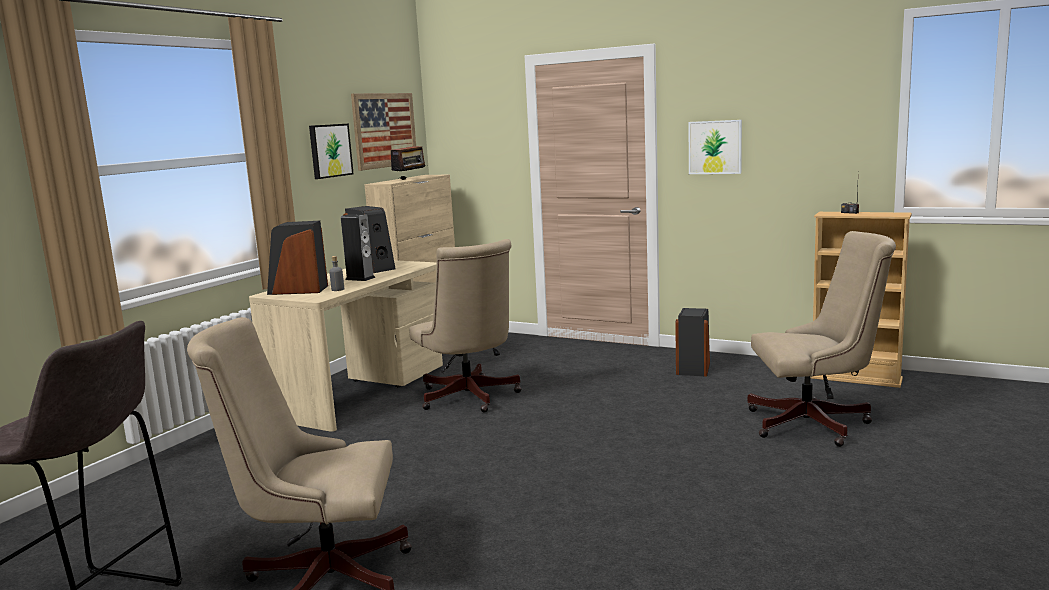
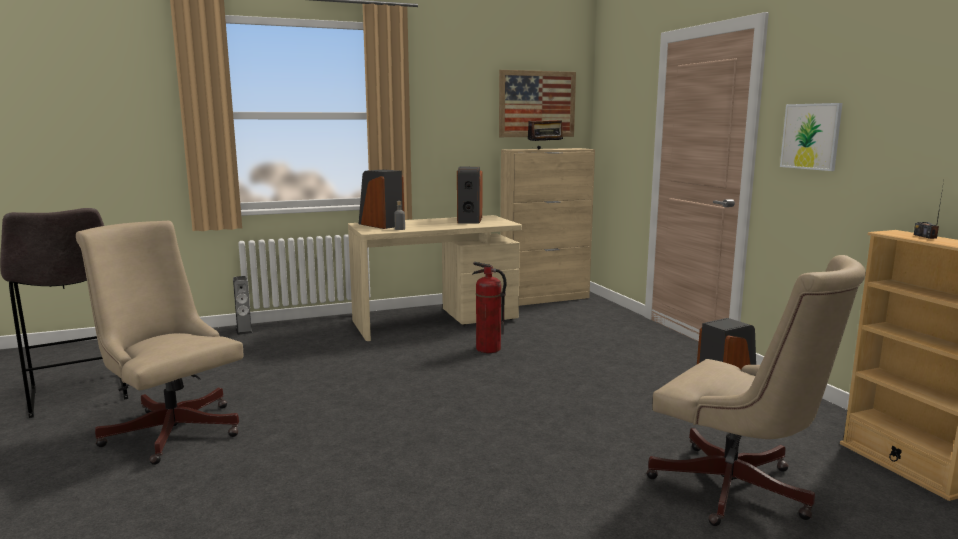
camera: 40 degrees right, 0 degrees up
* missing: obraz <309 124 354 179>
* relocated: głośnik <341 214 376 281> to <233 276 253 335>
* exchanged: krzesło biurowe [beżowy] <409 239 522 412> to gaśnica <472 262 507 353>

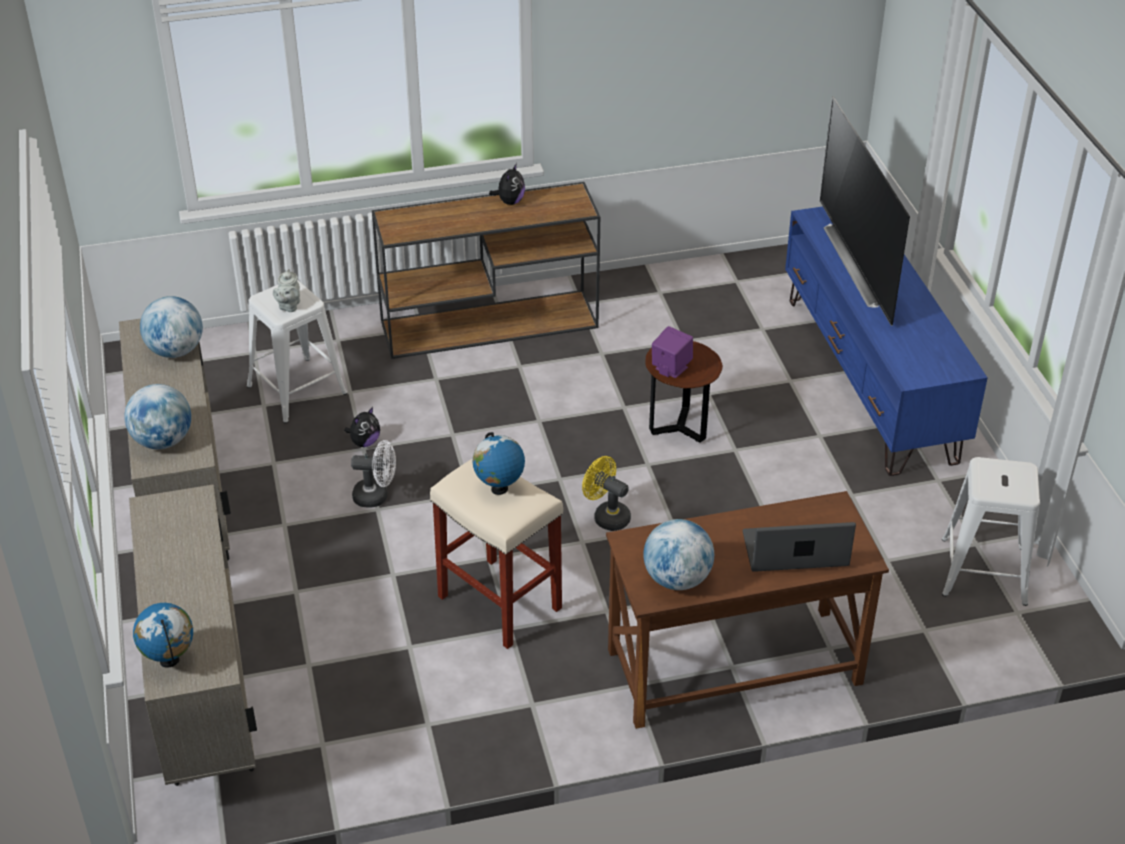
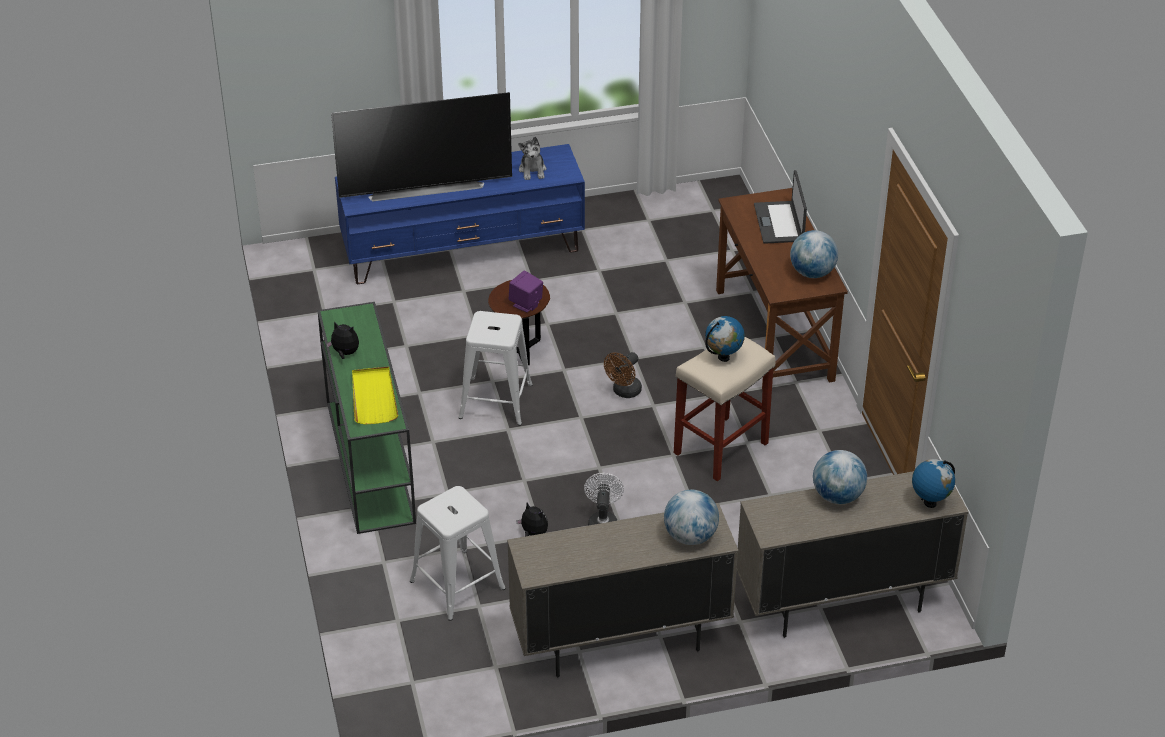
camera: 90 degrees left, 0 degrees up
* relocated: globus <140 296 203 358> to <813 450 867 504>
* missing: imbryk [szary] <273 269 300 312>
* colour: stolik konsolowy [brązowy] <372 182 600 359> to stolik konsolowy [zielony] <318 302 416 534>
* colour: wentylator [żółty] <582 456 631 531> to wentylator [brązowy] <604 352 642 398>
* relocated: stołek [biały] <942 457 1040 606> to <459 311 532 426>
* appeared: taca [żółty] <352 366 398 425>
* appeared: pluszak <518 137 547 180>

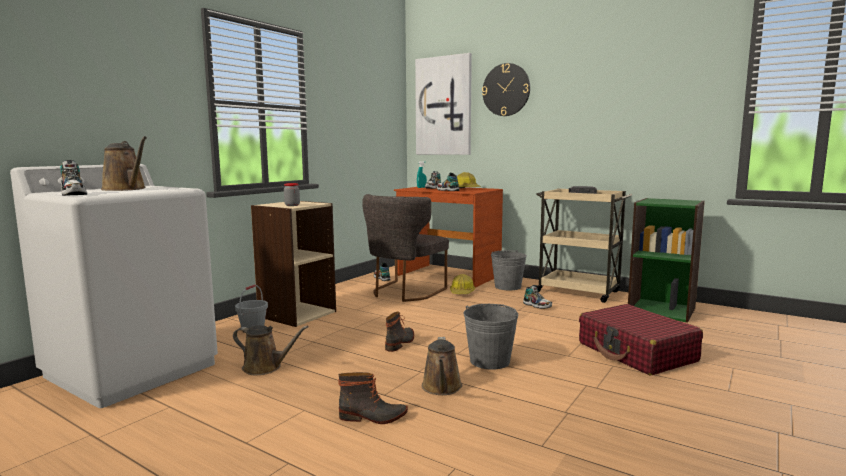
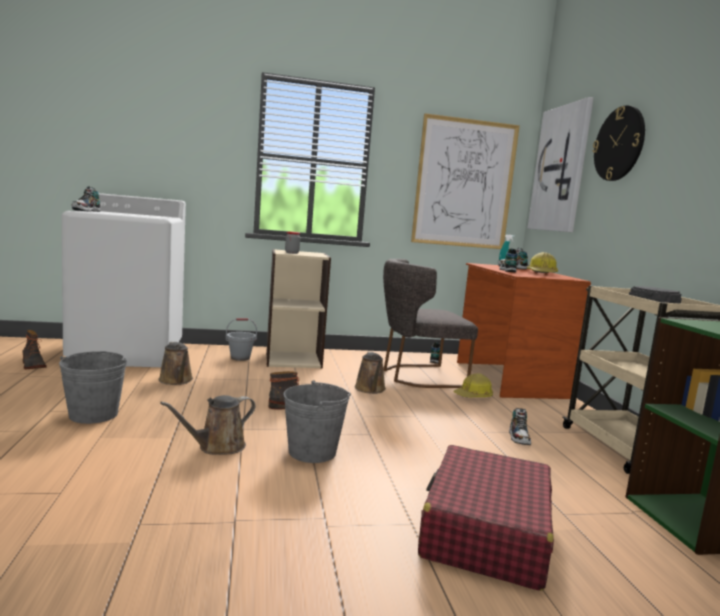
camera: 45 degrees right, 0 degrees up
* relocated: konewka [brązowy] <101 136 147 191> to <355 352 386 394>
* relocated: but z cholewką <338 372 408 424> to <22 330 47 369>
* relocated: wiadro [szary] <491 250 527 290> to <59 351 127 424>
* appeared: obraz <411 113 520 249>

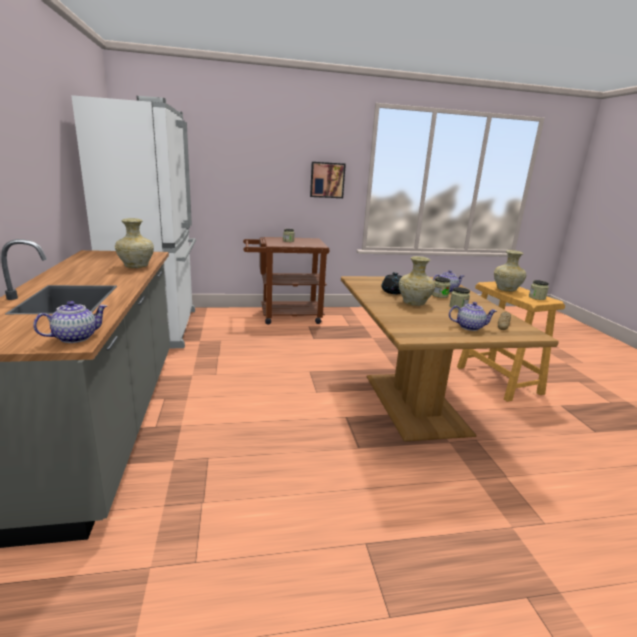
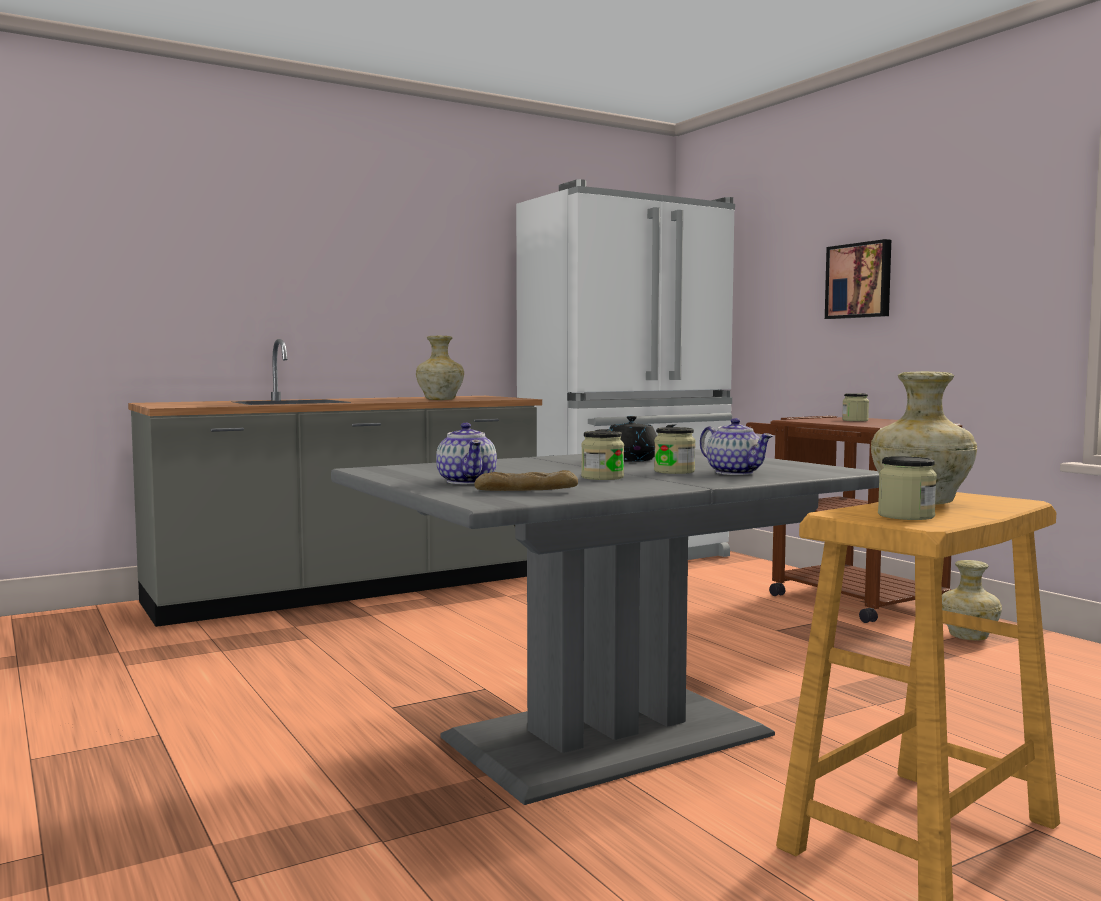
camera: 70 degrees right, 15 degrees down
* missing: imbryk <33 301 107 343>
* relocated: obraz <310 162 346 198> to <825 239 891 319>
* colour: stół jadalny [brązowy] <341 276 559 442> to stół jadalny [szary] <331 449 879 805>
* relocated: wazon [beżowy] <399 256 435 306> to <942 560 1002 641>

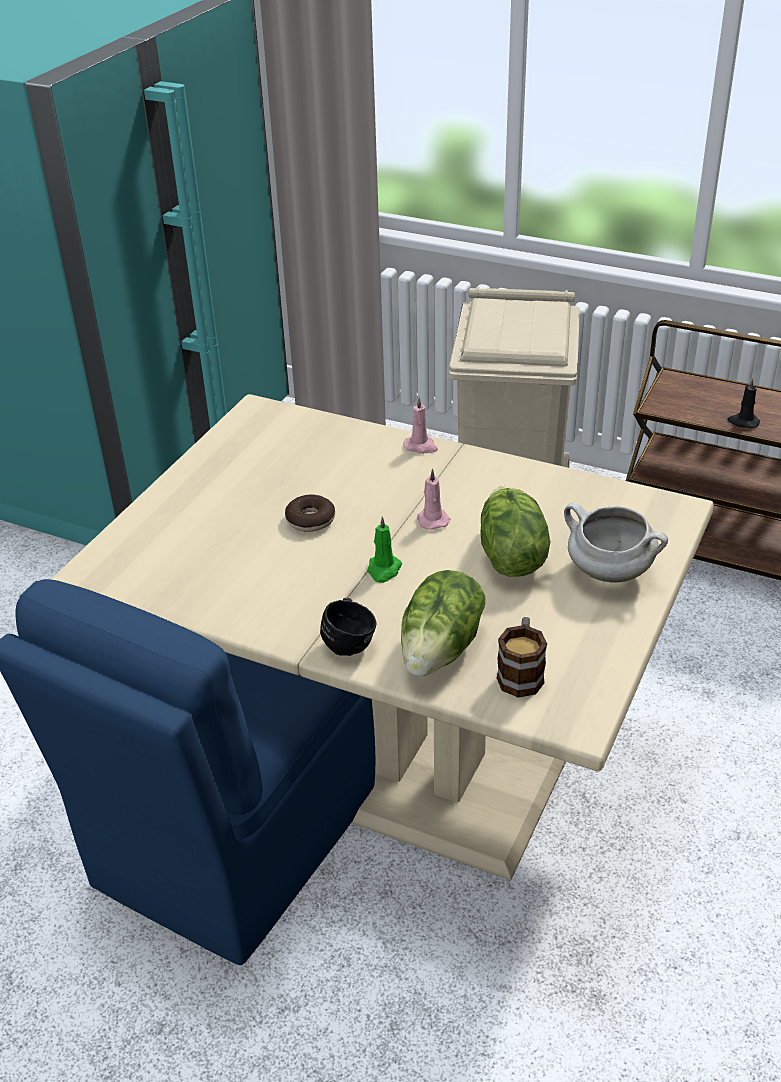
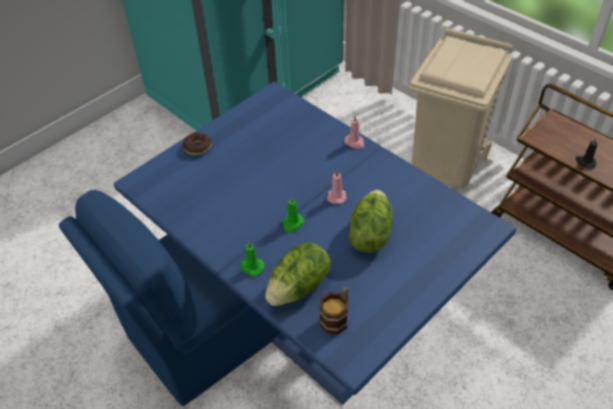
camera: 20 degrees right, 10 degrees up
* colour: stół jadalny [beżowy] <51 394 714 881> to stół jadalny [niebieski] <114 82 516 405>
* relocated: donut <285 494 335 532> to <182 132 212 155>
* exchanged: kubek [czarny] <320 598 376 656> to świeca [zielony] <240 242 265 276>
* missing: garnek [biały] <564 502 668 583>

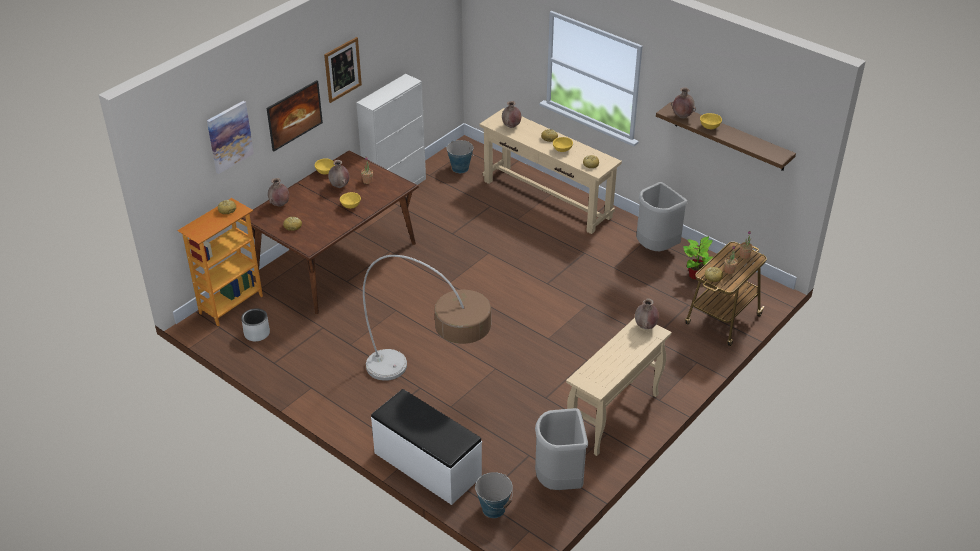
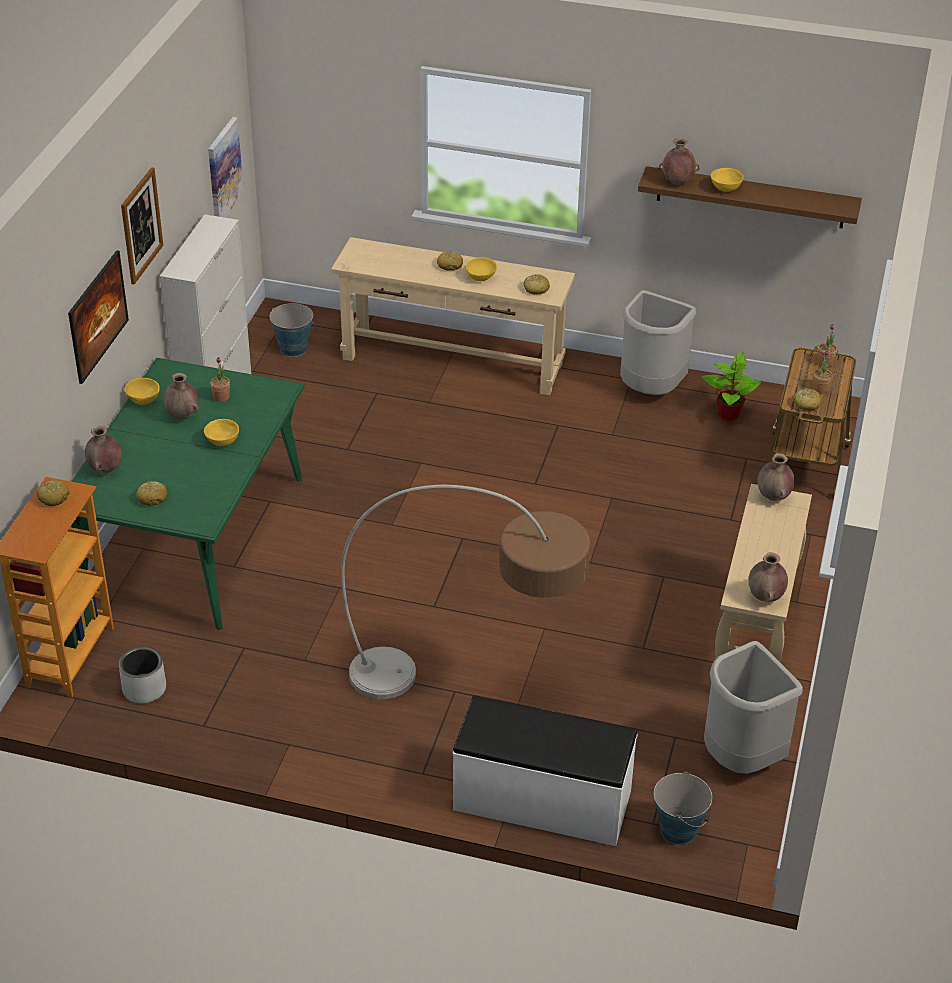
camera: 25 degrees left, 0 degrees up
* relocated: obraz <207 101 254 174> to <208 117 244 218>
* colour: stół jadalny [brązowy] <242 150 418 314> to stół jadalny [zielony] <71 358 304 630>
* relocated: wazon [brązowy] <502 101 521 128> to <749 552 788 602>

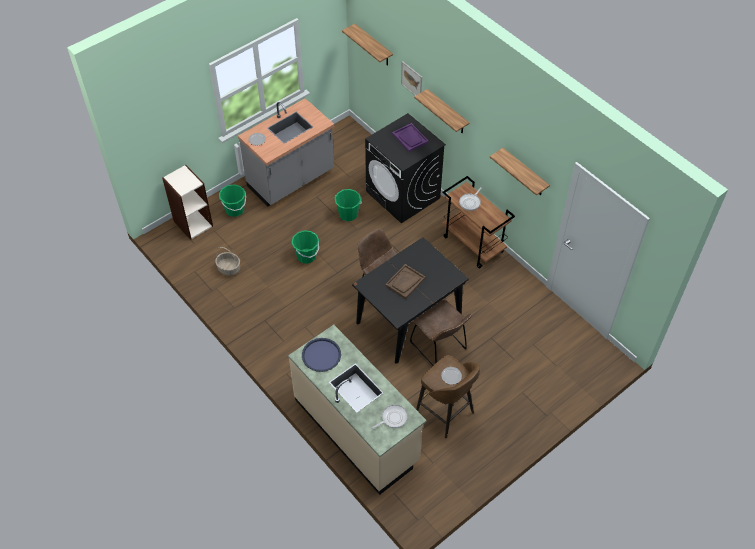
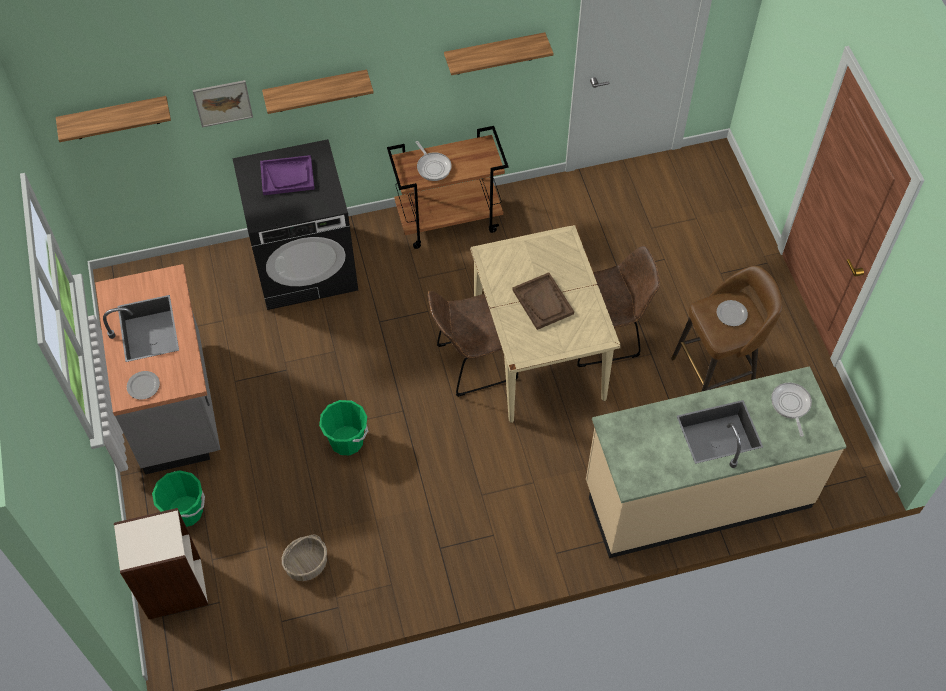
camera: 65 degrees left, 5 degrees up
* missing: taca [niebieski] <302 338 341 372>
* missing: wiadro [zielony] <335 189 362 221>
* colour: stół jadalny [czarny] <352 237 469 364> to stół jadalny [beżowy] <470 225 621 423>

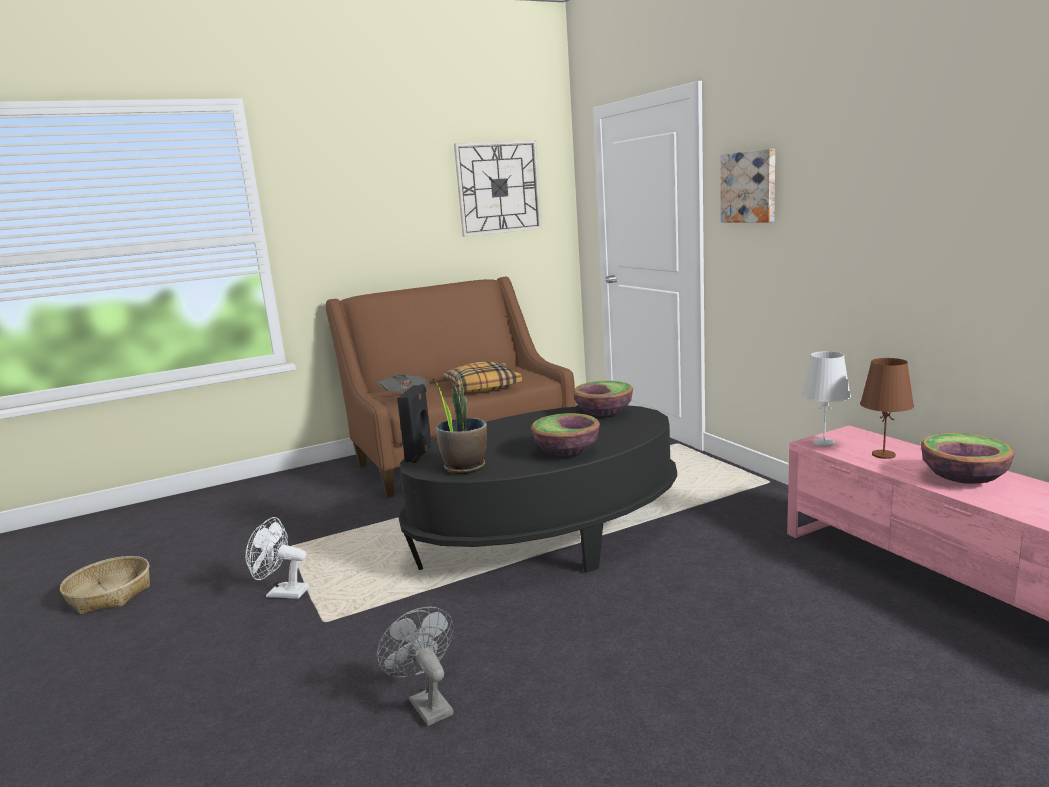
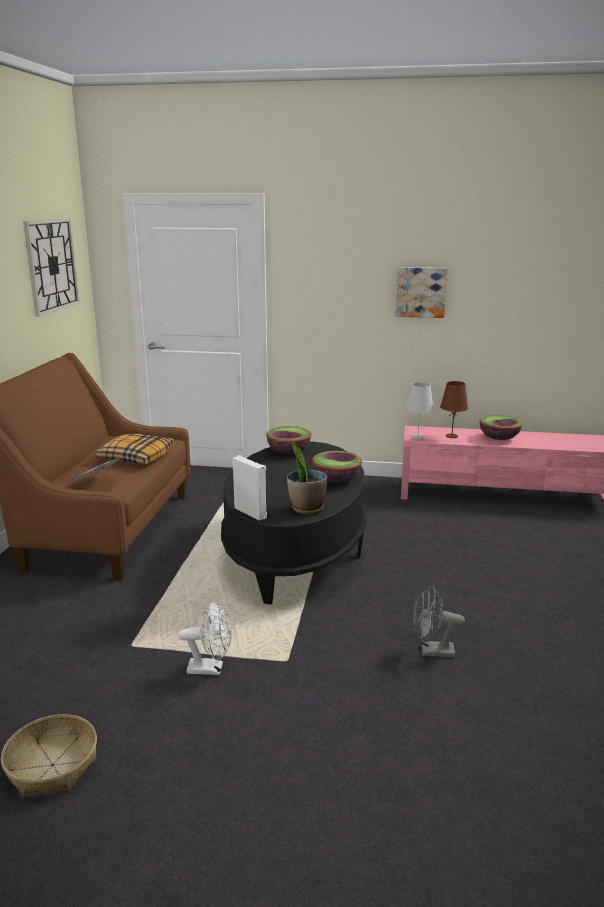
camera: 55 degrees left, 5 degrees up
* spun: wentylator [biały] <245 517 309 599> = <178 601 232 675> 135 degrees counterclockwise
* colour: głośnik [czarny] <397 384 432 463> to głośnik [biały] <233 455 267 520>
* relocated: obraz <720 149 775 222> to <395 267 447 318>

